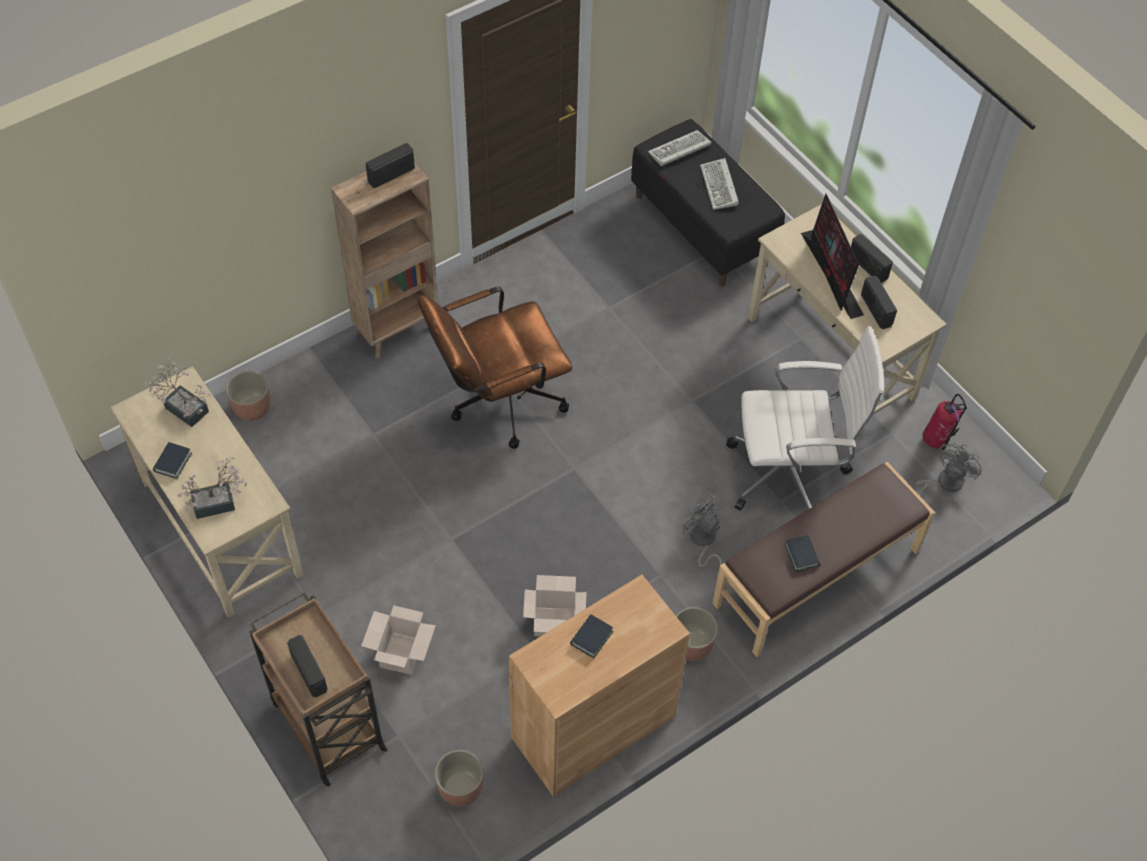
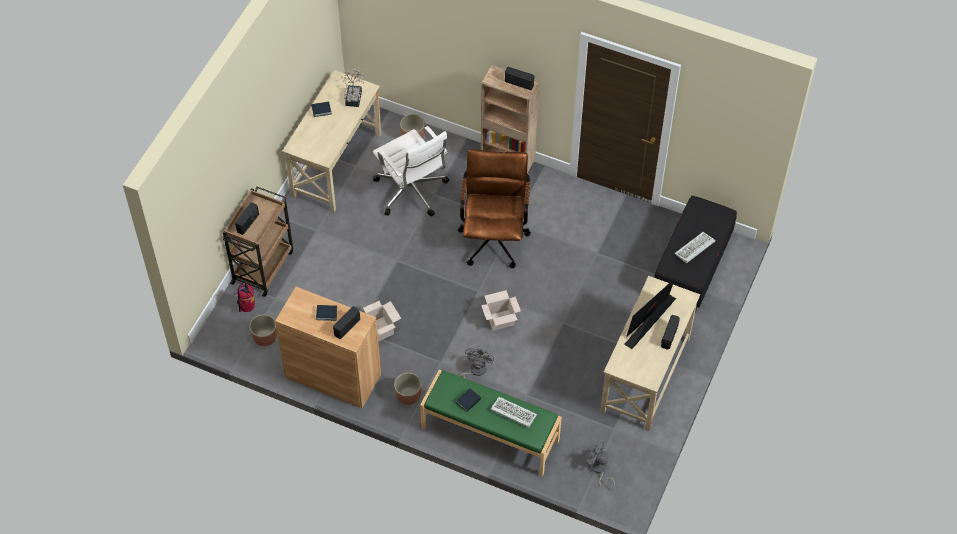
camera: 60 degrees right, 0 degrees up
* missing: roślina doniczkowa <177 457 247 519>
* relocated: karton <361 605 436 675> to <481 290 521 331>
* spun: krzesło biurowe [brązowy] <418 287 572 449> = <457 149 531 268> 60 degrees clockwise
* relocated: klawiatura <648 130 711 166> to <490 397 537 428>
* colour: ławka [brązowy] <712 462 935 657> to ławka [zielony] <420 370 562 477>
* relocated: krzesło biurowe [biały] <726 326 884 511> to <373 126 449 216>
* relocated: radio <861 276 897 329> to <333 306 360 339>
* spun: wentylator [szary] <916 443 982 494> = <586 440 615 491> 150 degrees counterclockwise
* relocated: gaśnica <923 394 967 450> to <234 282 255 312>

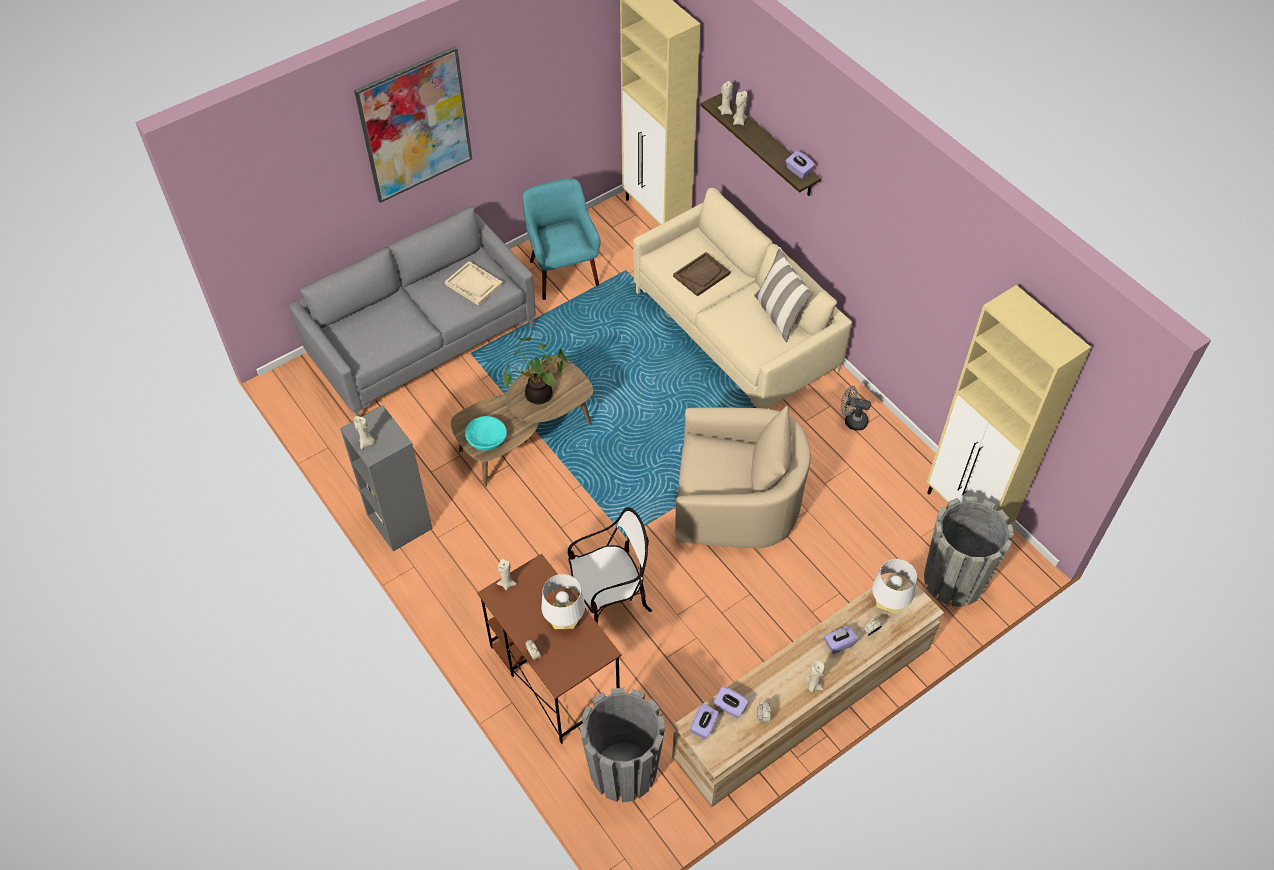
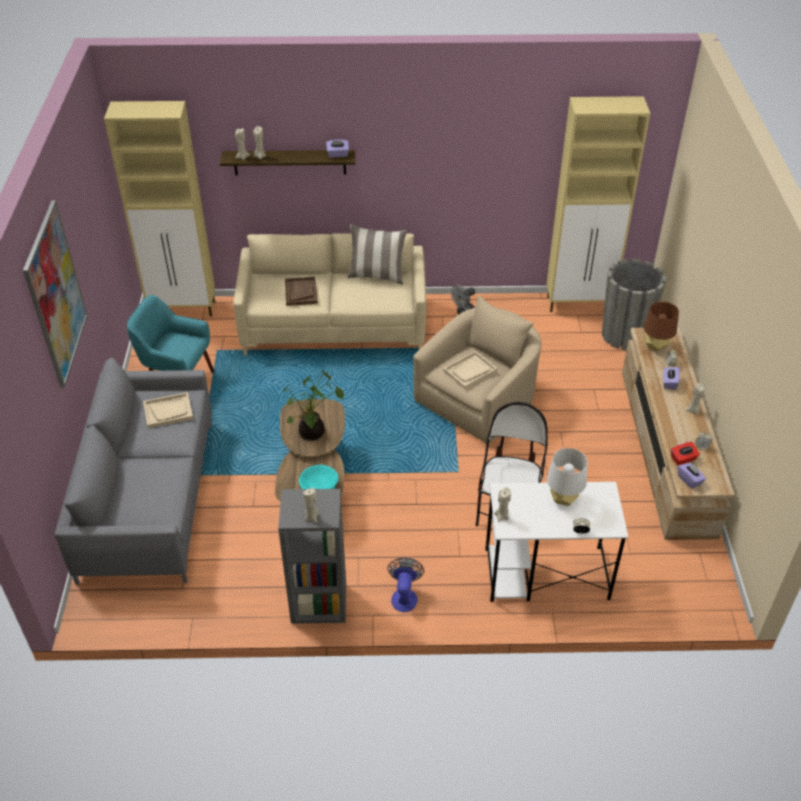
camera: 55 degrees left, 10 degrees down
* colour: biurko [brązowy] <477 553 622 744> to biurko [biały] <485 482 628 602>
* missing: donica [szary] <580 687 665 802>
* colour: pudełko chusteczek [fioletowy] <714 686 749 718> to pudełko chusteczek [czerwony] <671 442 700 465>
* colour: lampa stołowa [biały] <872 559 917 614> to lampa stołowa [brązowy] <644 301 679 352>
* appeared: wentylator <387 558 424 612>
* appeared: taca [beżowy] <443 351 497 389>

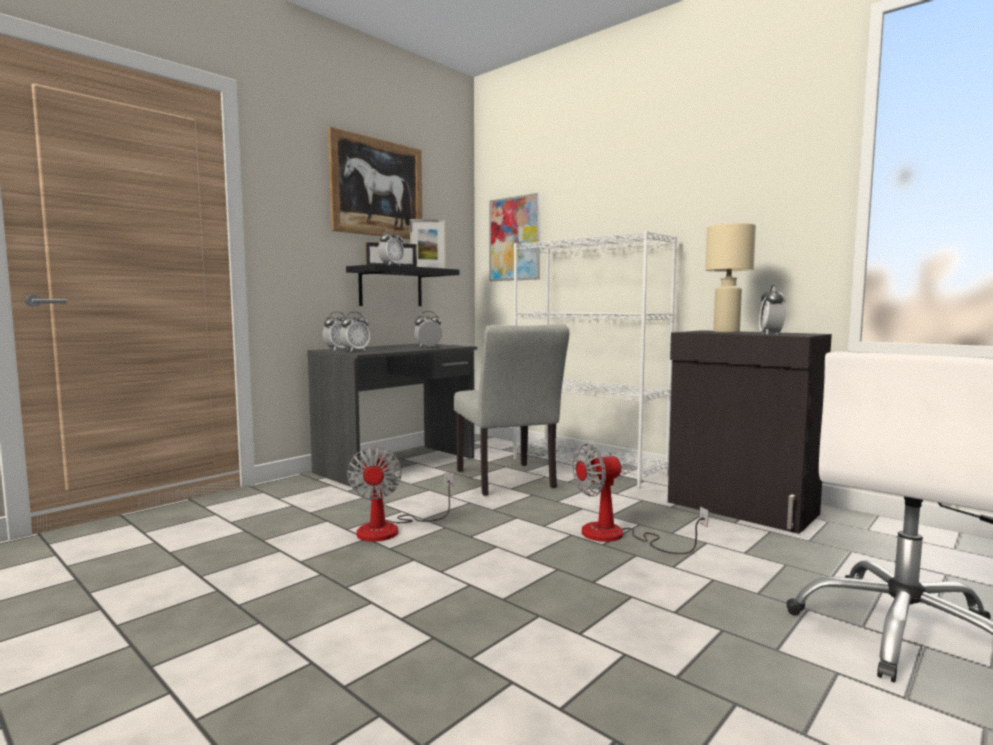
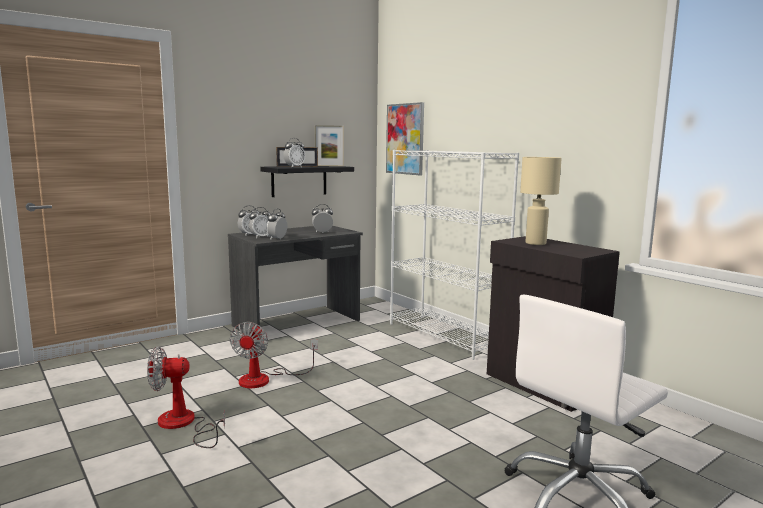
camera: 10 degrees right, 5 degrees up
* missing: obraz <328 127 423 239>
* missing: krzesło [szary] <454 324 569 495>
* relocated: wentylator <573 444 709 554> to <147 346 225 448>
* relocated: budzik <759 284 786 335> to <267 209 287 240>

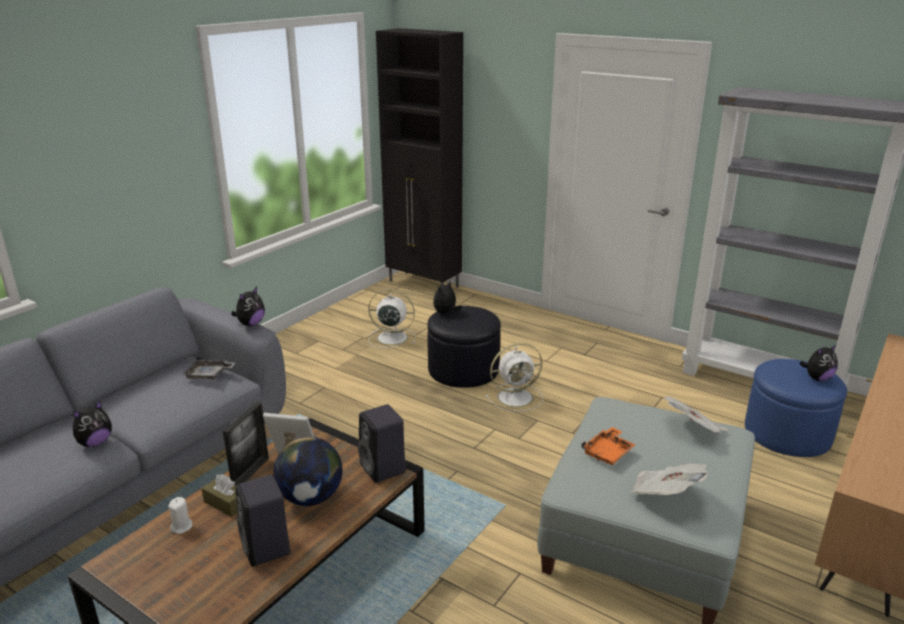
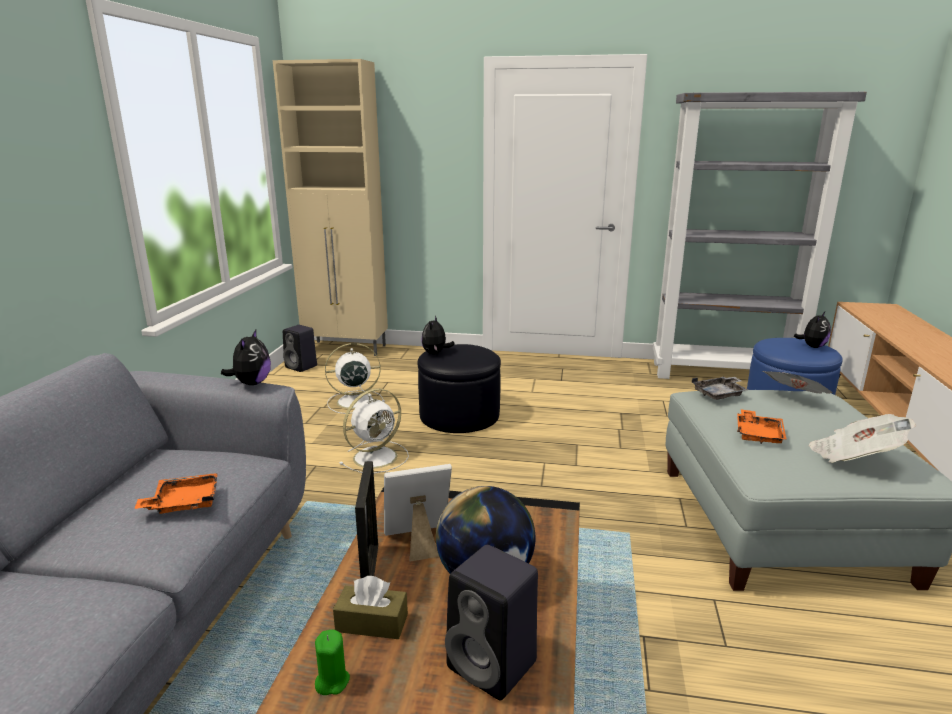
camera: 25 degrees left, 5 degrees down
* missing: pluszak <73 400 112 447>
* colour: świeca [biały] <168 497 192 534> to świeca [zielony] <315 630 350 695>
* relocated: taca [szary] <182 357 235 380> to <692 377 748 400>
* relocated: głośnik [czarny] <358 404 406 483> to <283 325 317 372>
* colour: szafka [czarny] <376 28 463 288> to szafka [beżowy] <273 59 388 356>
* relocated: wentylator [biały] <485 343 543 412> to <339 388 409 474>
* appeared: taca [pomarańczowy] <134 473 218 514>

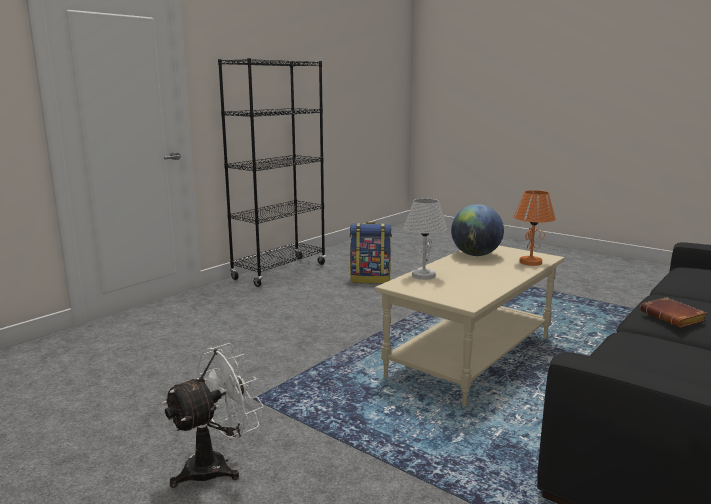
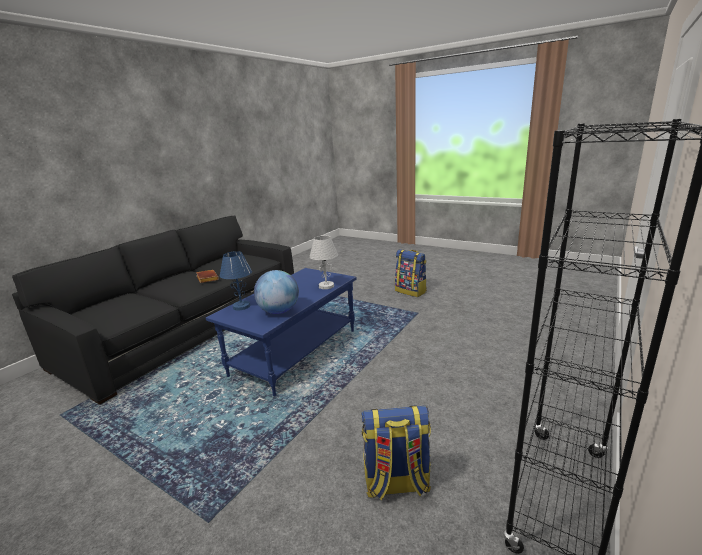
camera: 175 degrees right, 5 degrees up
* exchanged: wentylator [biały] <162 343 264 488> to plecak <395 249 427 297>
* colour: ława [beżowy] <375 246 565 407> to ława [niebieski] <206 268 357 396>
* colour: lampa stołowa [pomarańczowy] <514 190 556 266> to lampa stołowa [niebieski] <220 251 252 310>

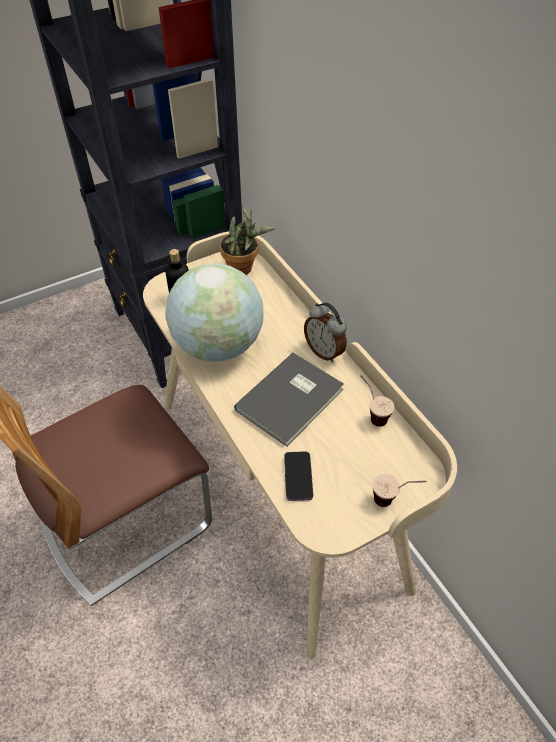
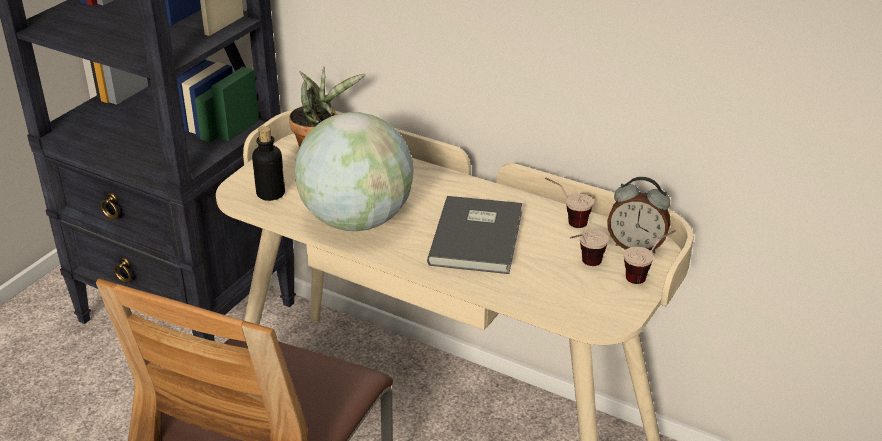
camera: 30 degrees left, 15 degrees down
* missing: telefon <284 452 313 501>
* relocated: budzik <304 302 347 362> to <607 177 671 253>
* appeared: filiżanka <570 229 609 266>

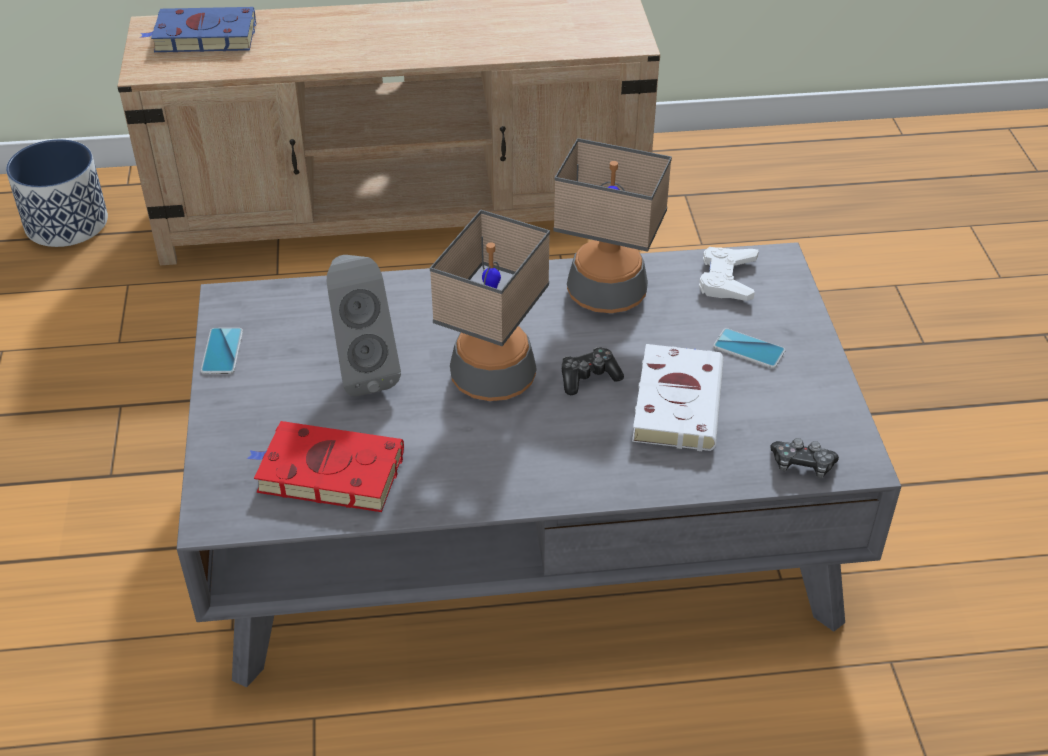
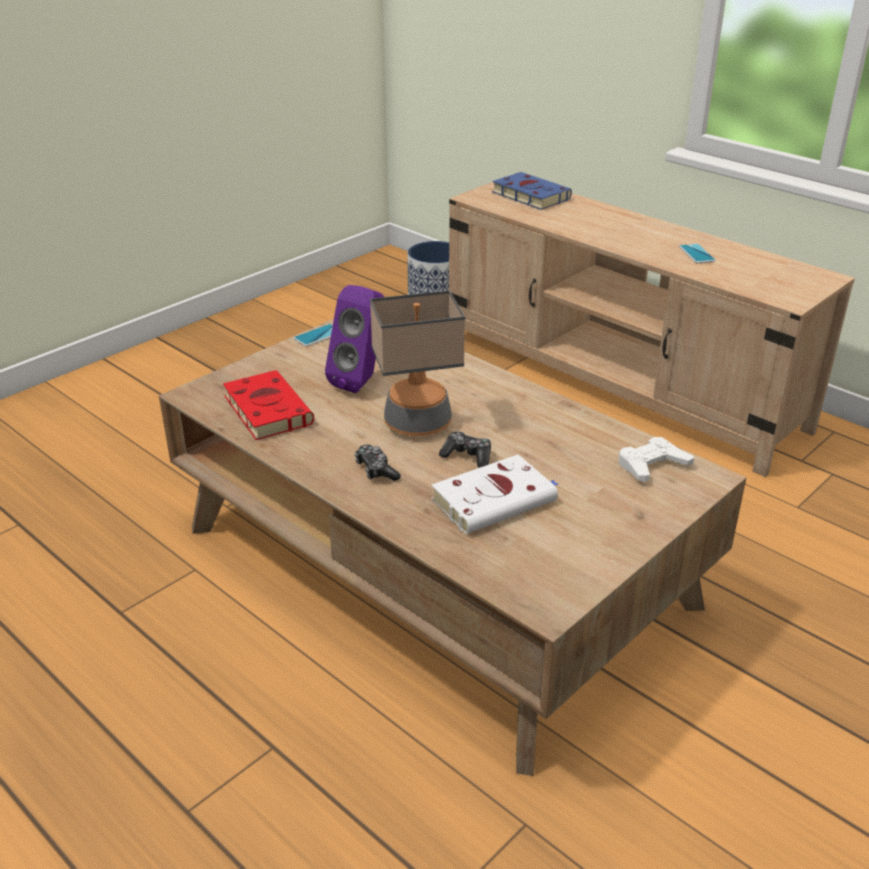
camera: 50 degrees right, 10 degrees down
* colour: ława [szary] <177 242 901 687> to ława [brązowy] <159 319 746 776>
* colour: głośnik [szary] <326 255 401 396> to głośnik [fioletowy] <325 285 384 393>
* missing: lampa stołowa <553 138 672 313>
* relocated: telefon <713 328 785 369> to <679 244 716 263>
* relocated: pad do gier <771 438 839 478> to <355 445 401 481>

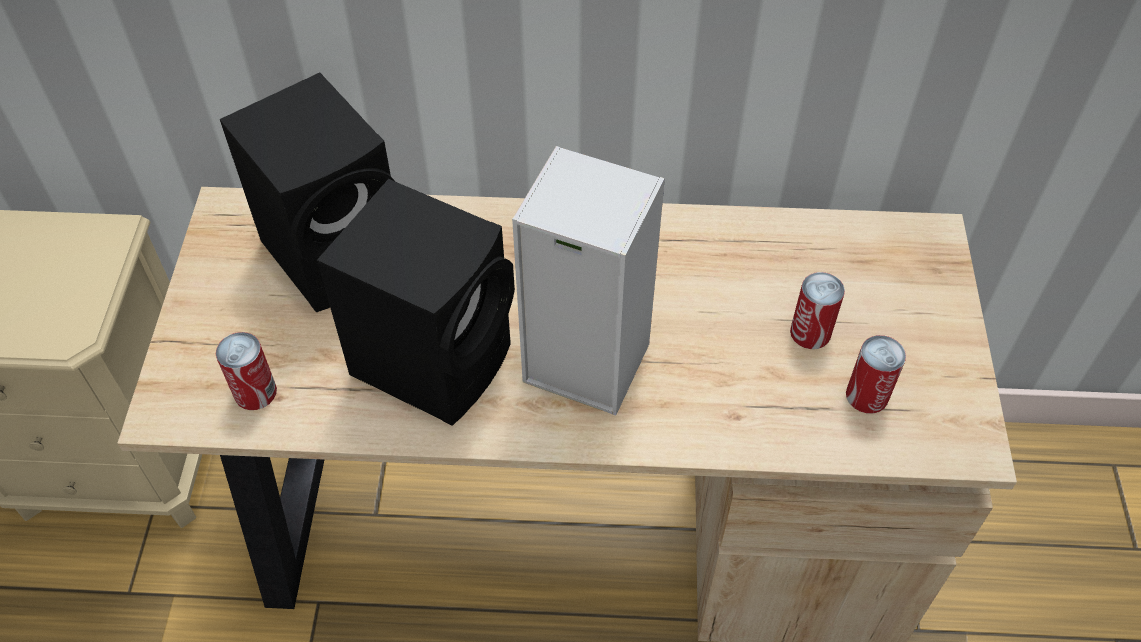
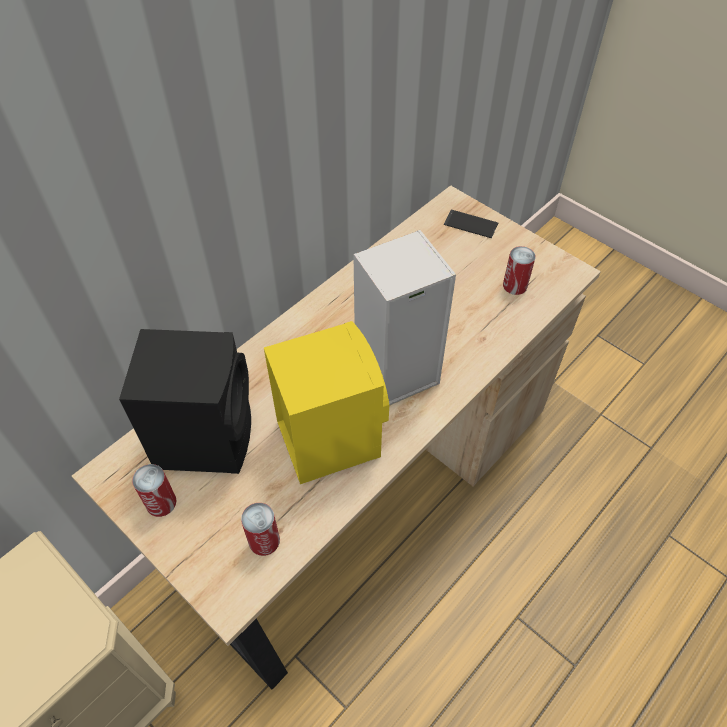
camera: 50 degrees left, 0 degrees up
* colour: głośnik [czarny] <317 179 515 426> to głośnik [żółty] <264 321 389 484>
* relocated: puszka <790 272 845 349> to <132 464 177 517>
* appeared: telefon <444 209 498 238>

